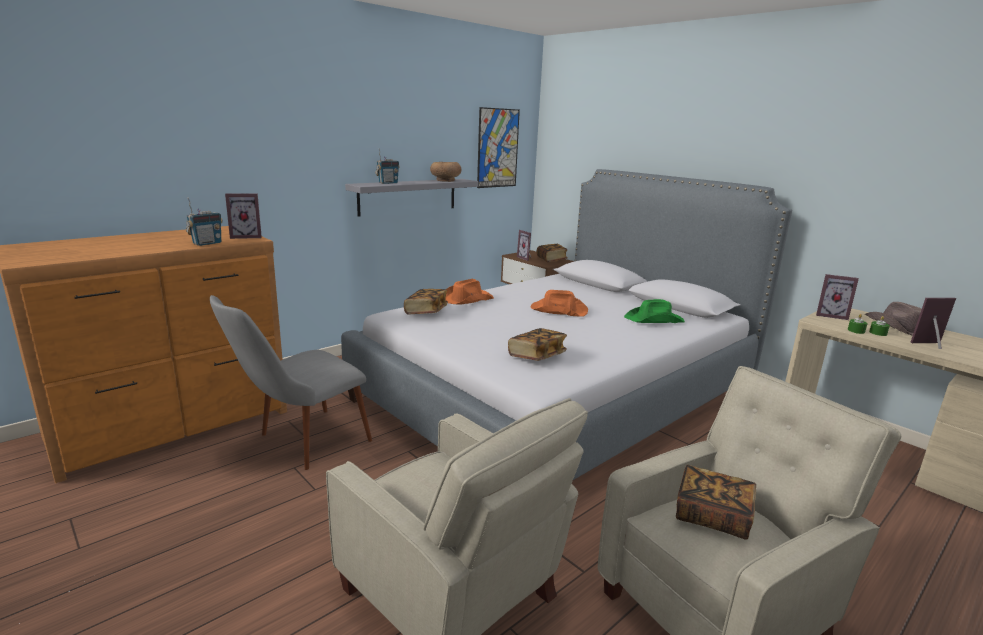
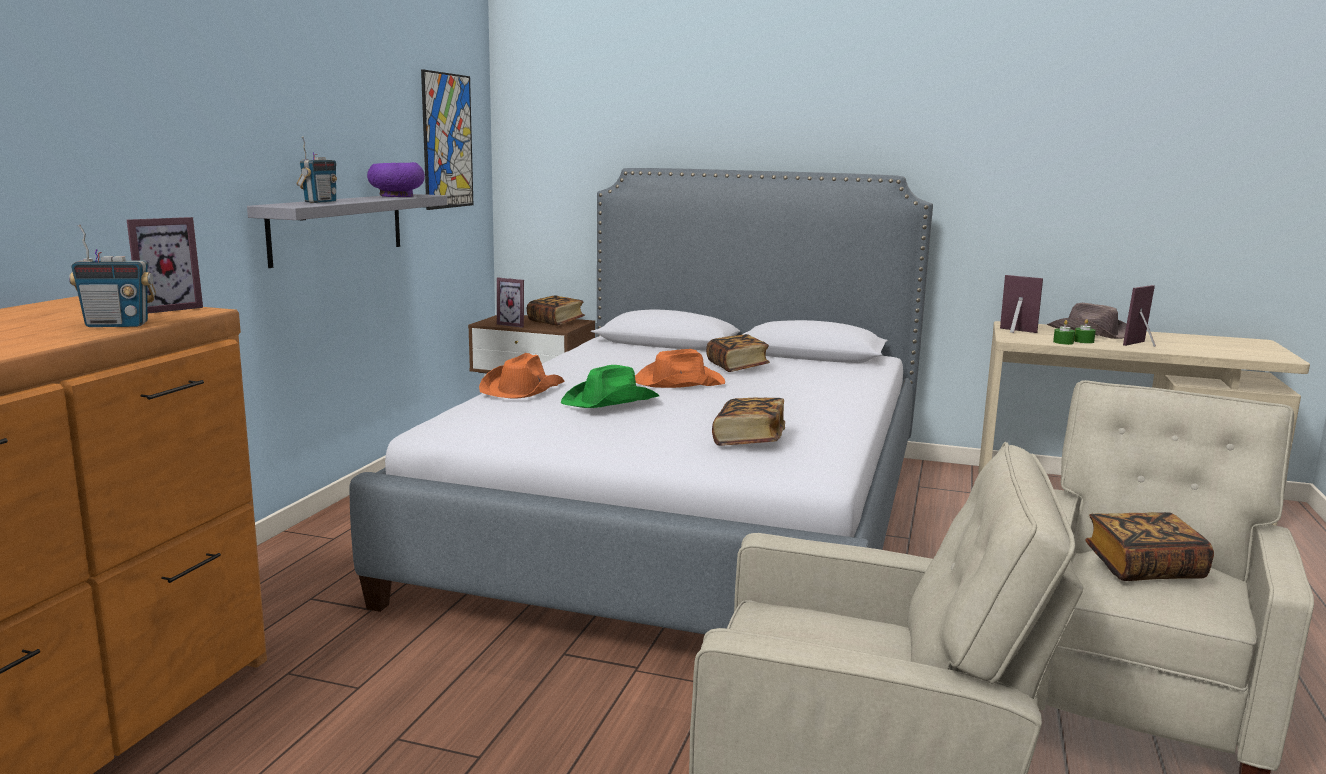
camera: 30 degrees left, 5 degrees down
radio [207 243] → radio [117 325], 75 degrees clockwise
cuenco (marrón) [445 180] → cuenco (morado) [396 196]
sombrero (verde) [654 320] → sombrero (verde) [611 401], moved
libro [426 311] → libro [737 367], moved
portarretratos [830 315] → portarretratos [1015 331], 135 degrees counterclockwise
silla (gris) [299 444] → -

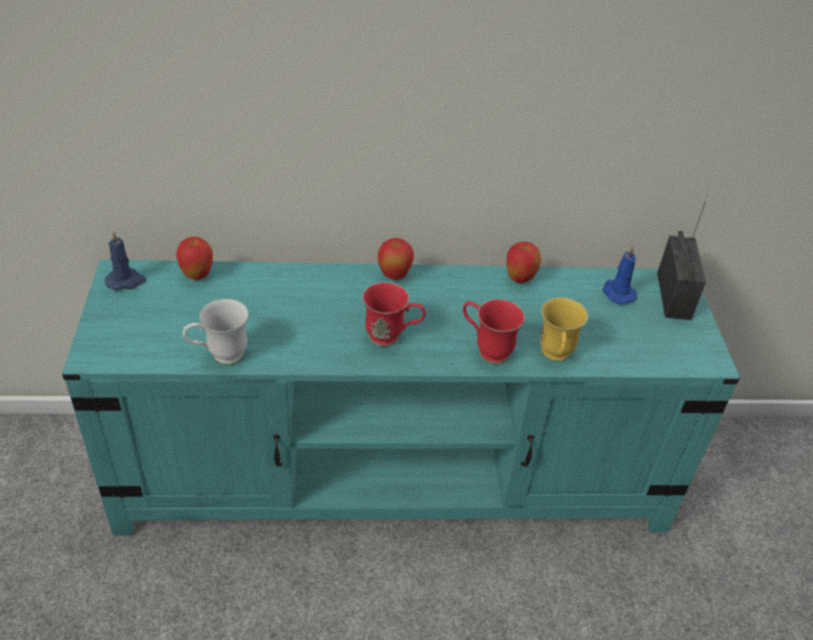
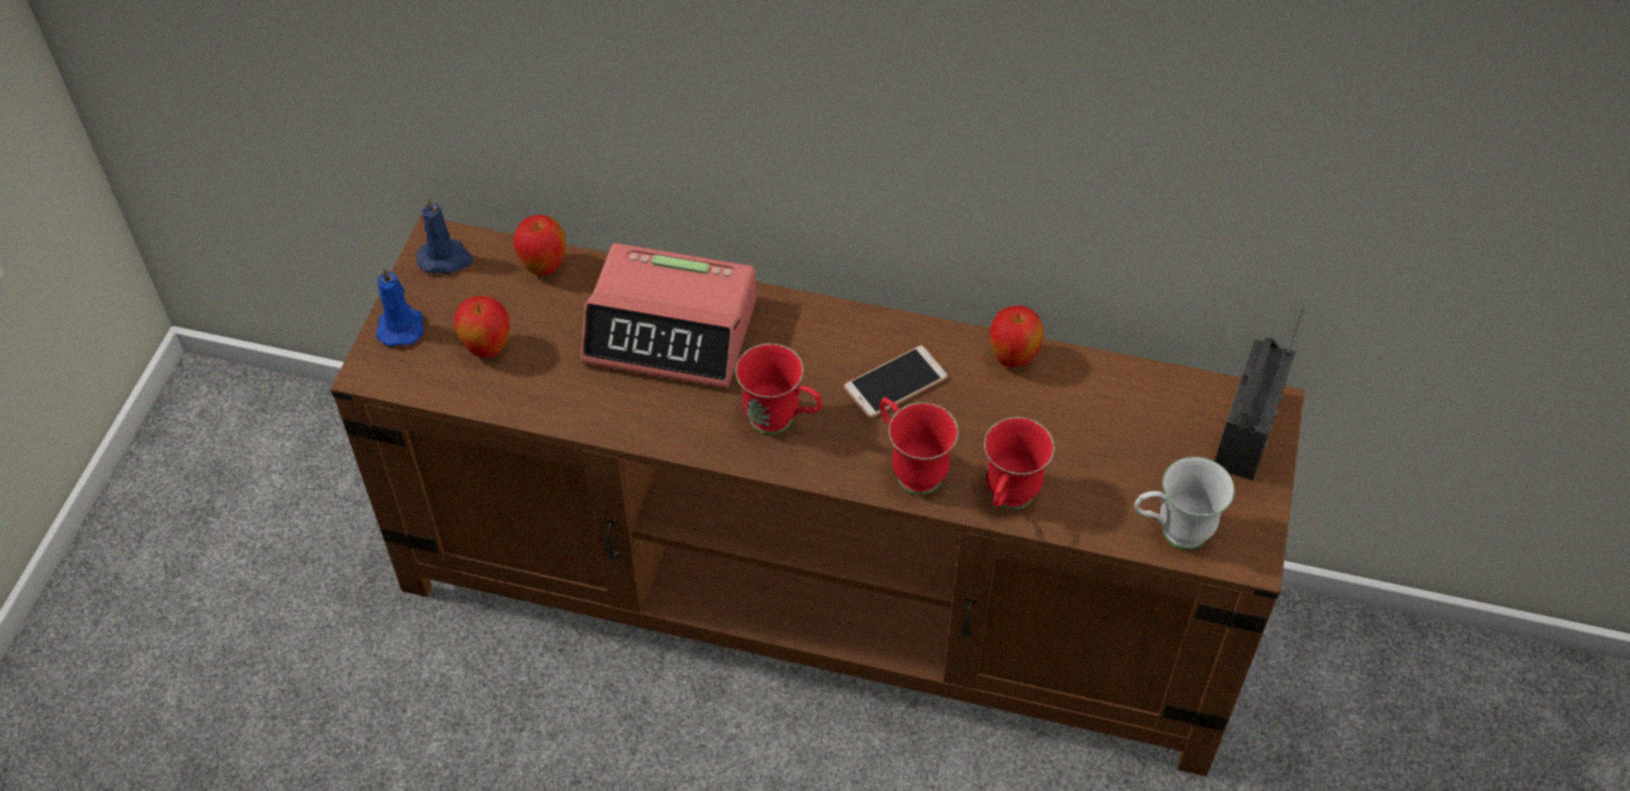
camera: 20 degrees right, 10 degrees up
mueble de televisión (turquesa) [396 476] → mueble de televisión (marrón) [820 593]
vela (azul) [617 293] → vela (azul) [401 326], moved
manzana [394 276] → manzana [487 348], moved
- → despertador [672 331]
- → móvil [895 383]
taza grande (amarillo) [555 357] → taza grande (rojo) [1007 501]
taza grande (blanco) [219 357] → taza grande (blanco) [1172 533], moved

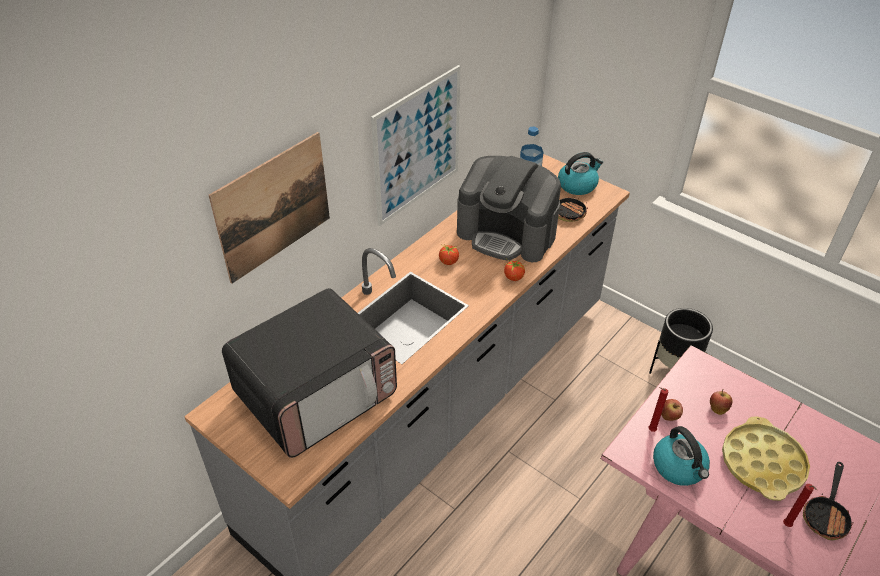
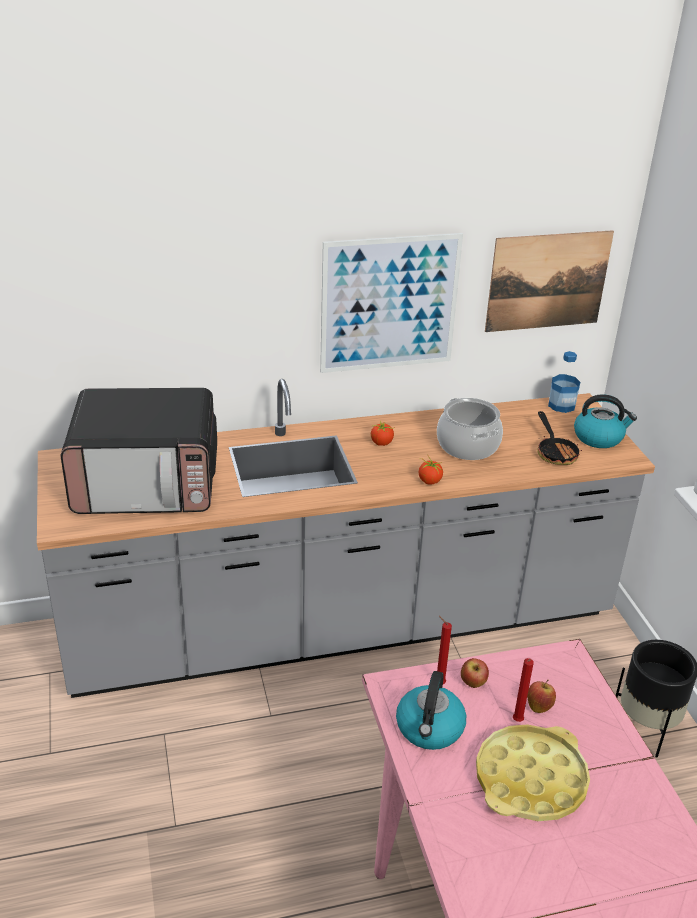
camera: 35 degrees right, 10 degrees down
cafetera [507 234] → olla [468 446]
cuadro [274 207] → cuadro [547 281], moved
vela (rojo) [787 526] → vela (rojo) [517 722], moved
sartén [826 515] → -

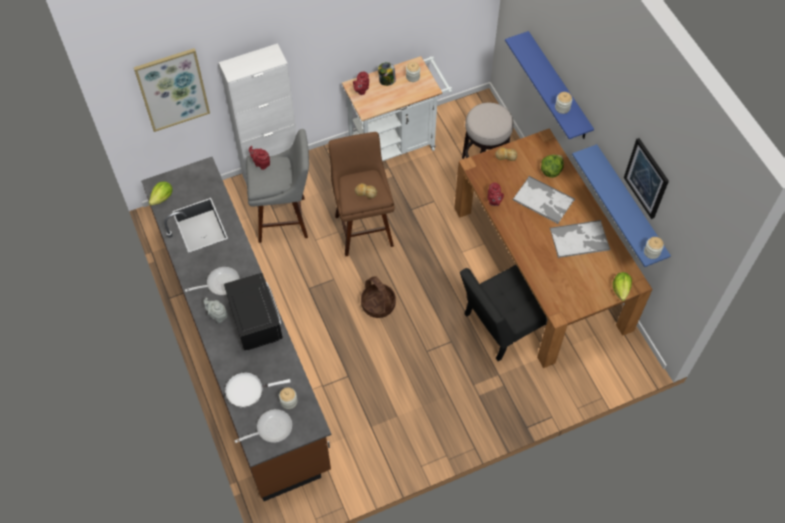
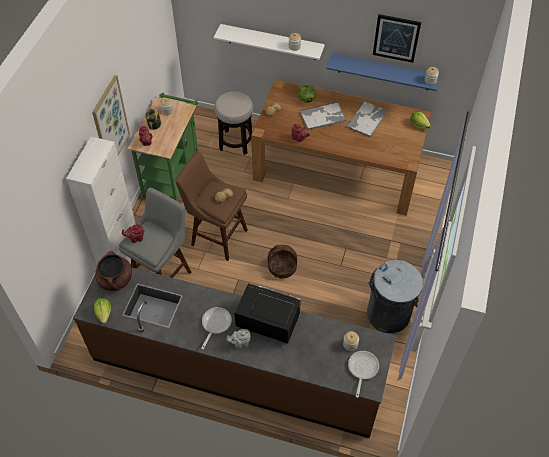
camera: 50 degrees left, 5 degrees down
cuadro [172 89] → cuadro [110 123], moved
- → olla (marrón) [116 280]
carrito (blanco) [397 143] → carrito (verde) [173 175]
estante (azul) [558 87] → estante (blanco) [272 42]
- → papelera (gris) [388 315]
sartén (blanco) [247 390] → -
silla (negro) [502 325] → -

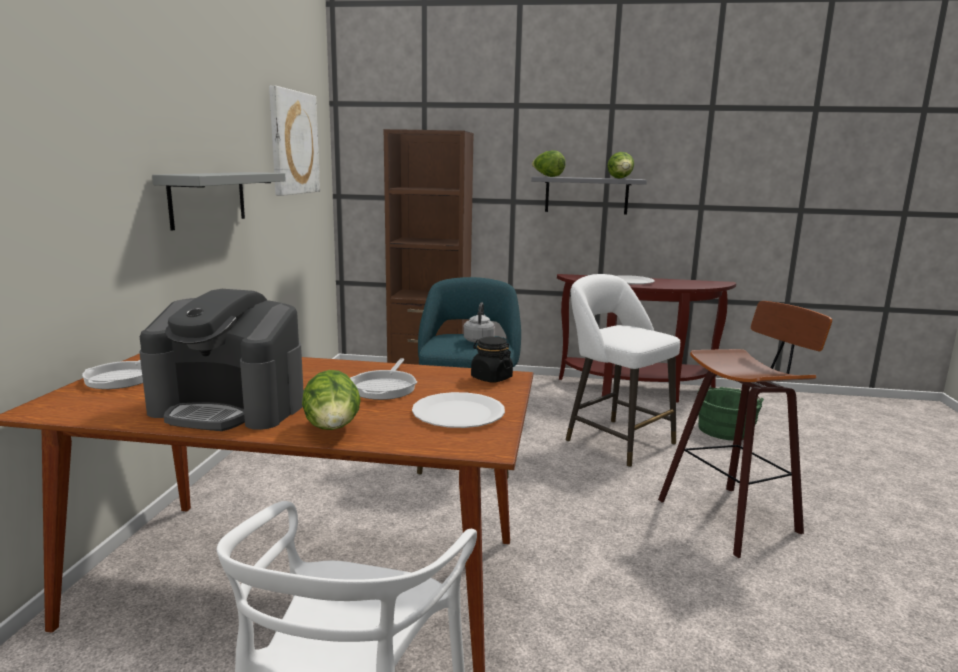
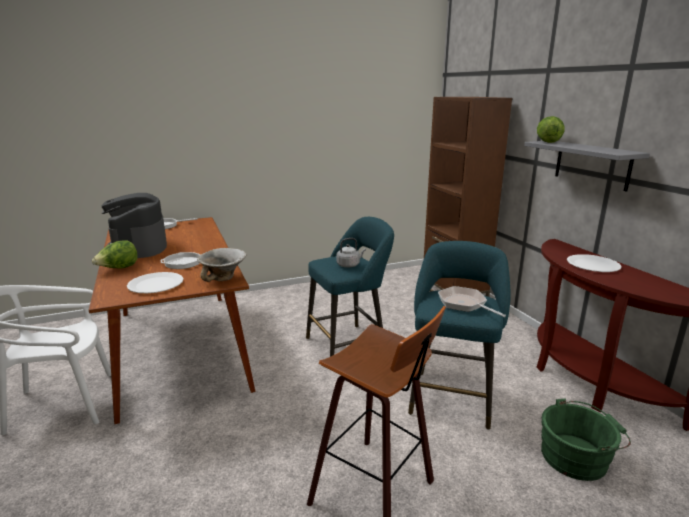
camera: 60 degrees right, 5 degrees up
tarro (negro) [491 378] → cuenco [223 279]
taburete (blanco) [615 440] → taburete (turquesa) [452 395]
- → sartén [464 304]
estante (gris) [208 198] → -
cuadro [293 143] → -
lechuga [620 178] → -

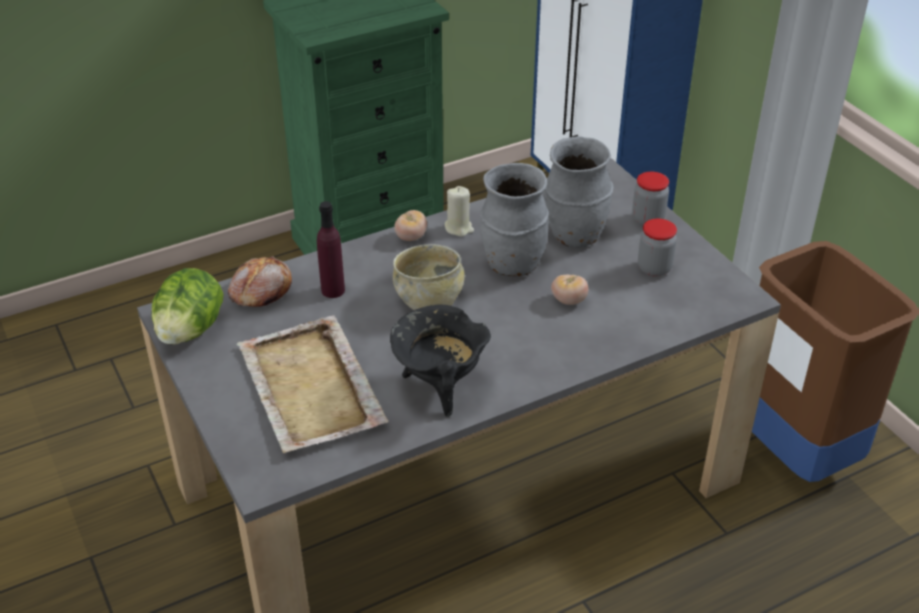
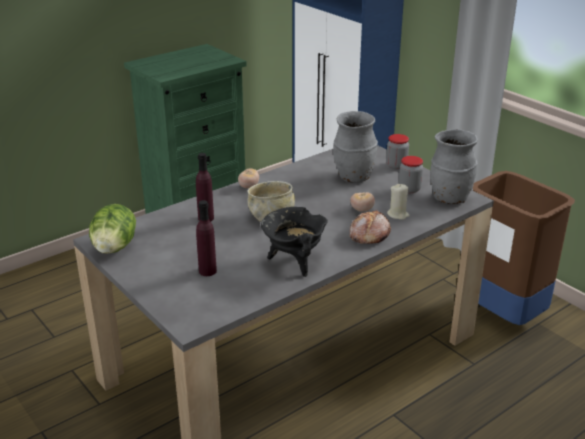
camera: 10 degrees left, 10 degrees down
bandeja (beis) [310 388] → botella (morado) [207 271]
pan [260 291] → pan [368 235], moved
vela (beis) [459 228] → vela (beis) [398 215], moved
florero (gris) [512 264] → florero (gris) [449 198], moved

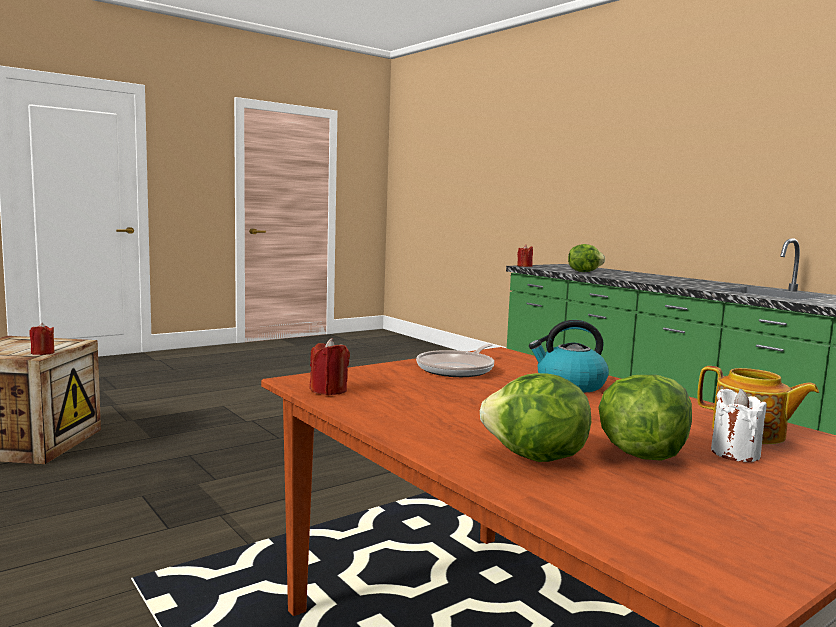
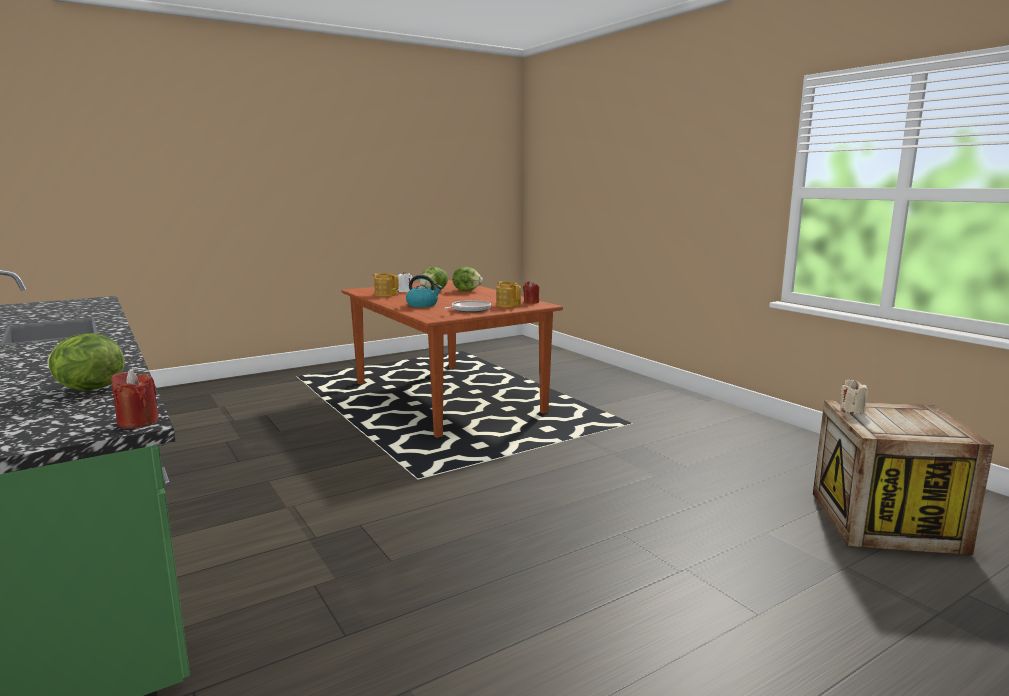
camera: 175 degrees left, 5 degrees up
- → tetera [508 305]
vela (rojo) [42 353] → vela (beis) [851 410]

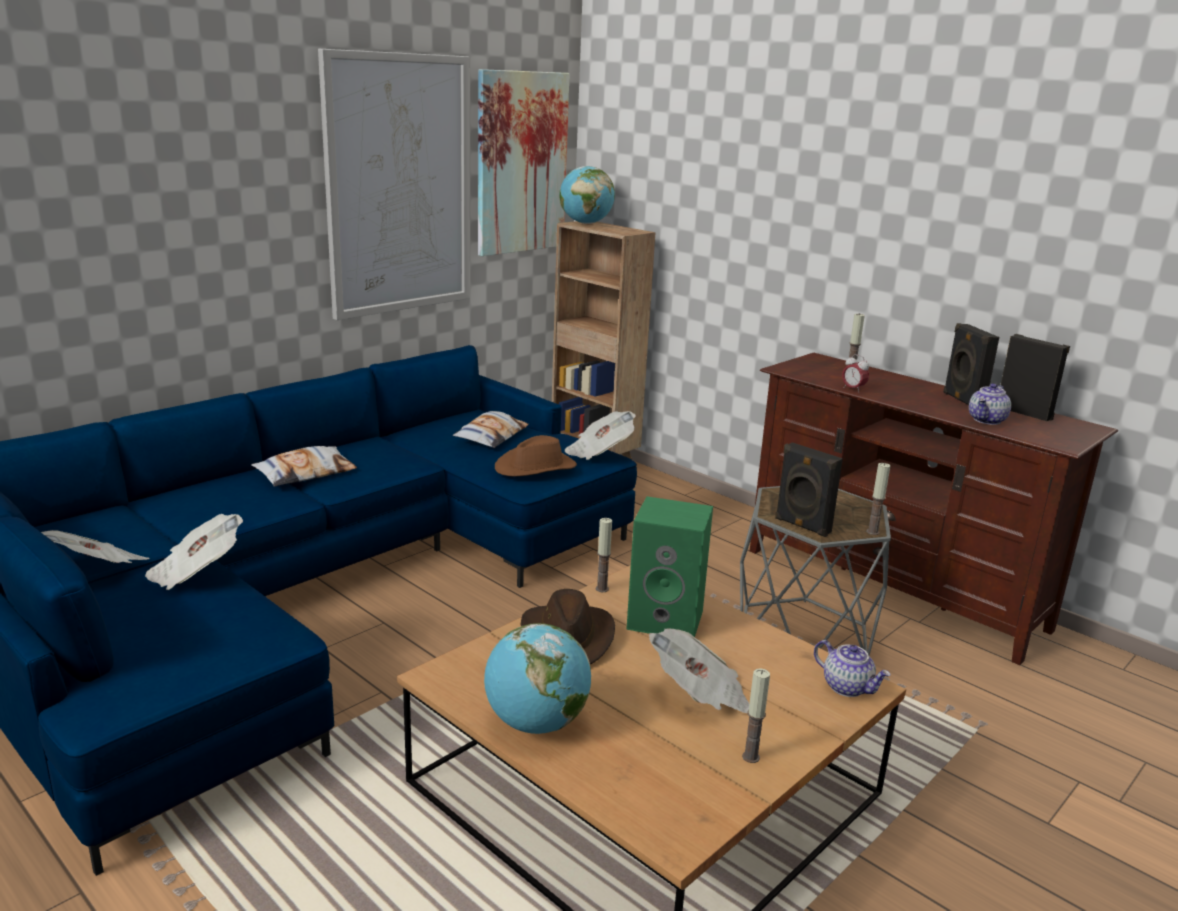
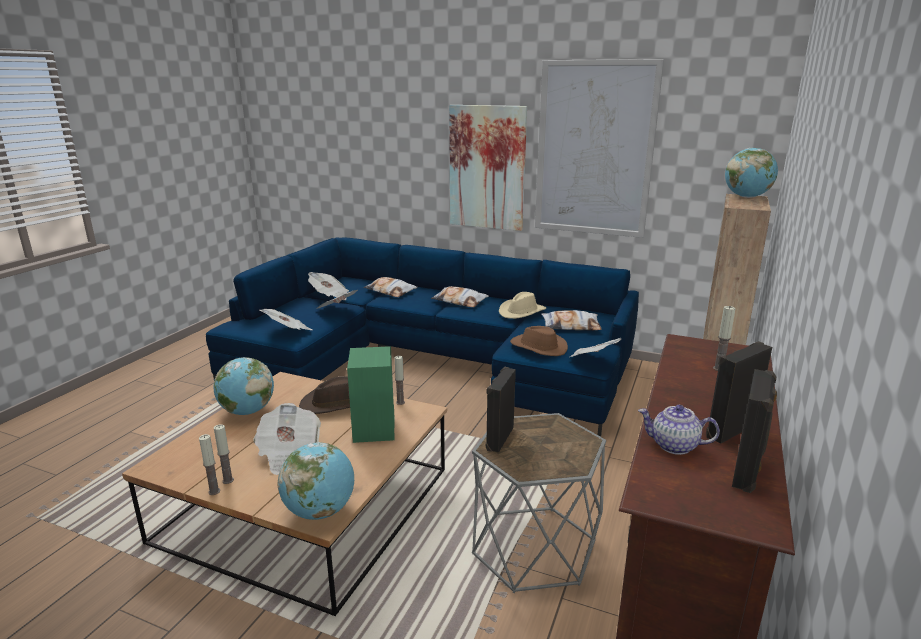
camera: 70 degrees right, 0 degrees up
vela [872 532] → vela [214 491], moved
- → periódico [288 331]
tetera [847 687] → globo terráqueo [320 511]
- → cojín [390 291]
cuadro [521 163] → cuadro [487 168], moved
- → sombrero (beis) [522 312]
despertador [853 389] → -

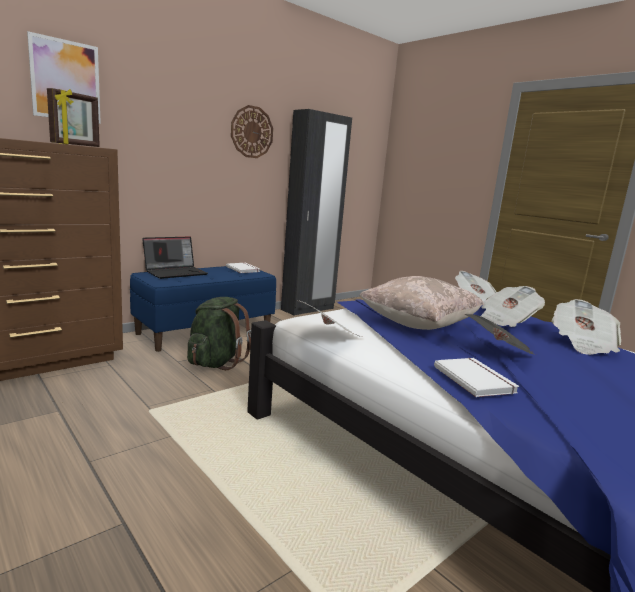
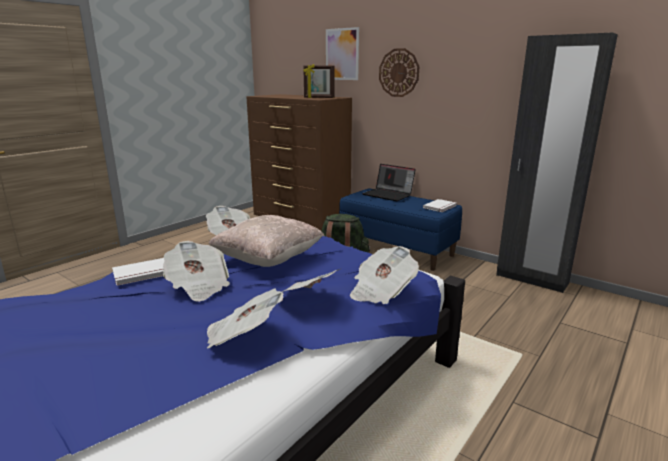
camera: 80 degrees right, 5 degrees up
reloj de pared [252 132] → reloj de pared [399 73], moved

